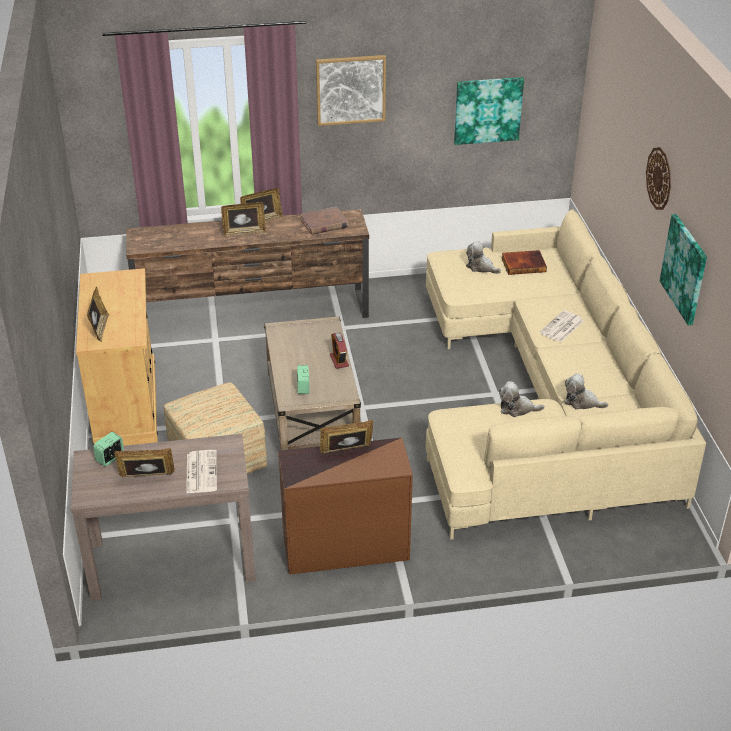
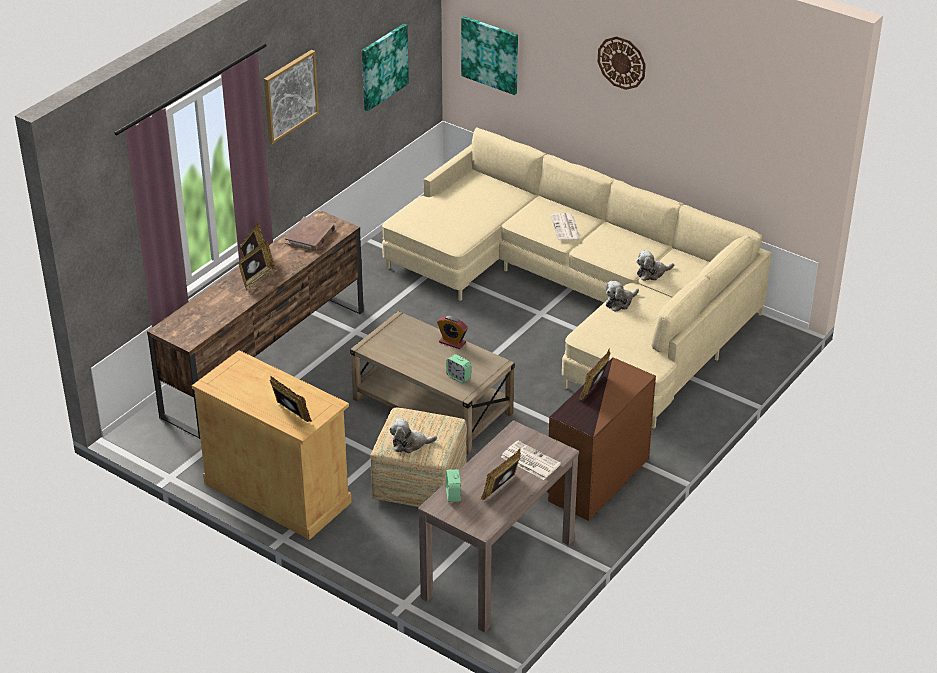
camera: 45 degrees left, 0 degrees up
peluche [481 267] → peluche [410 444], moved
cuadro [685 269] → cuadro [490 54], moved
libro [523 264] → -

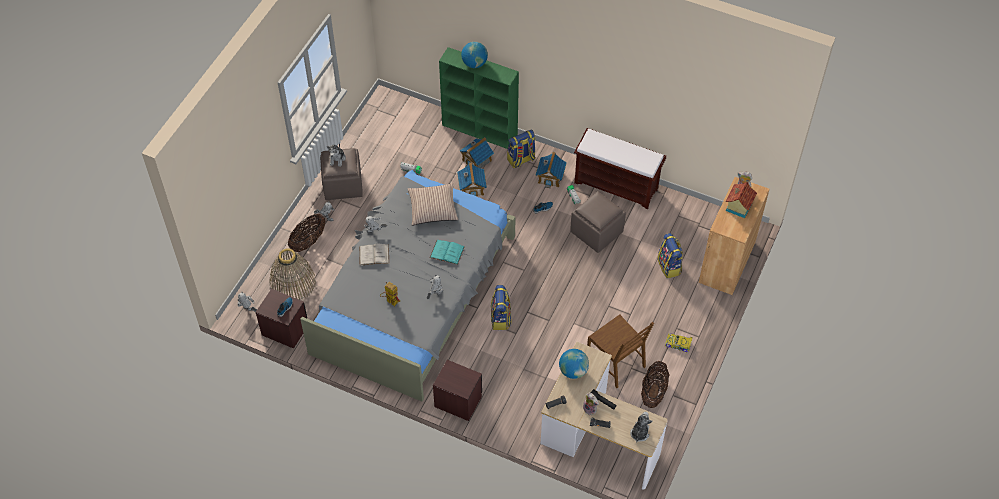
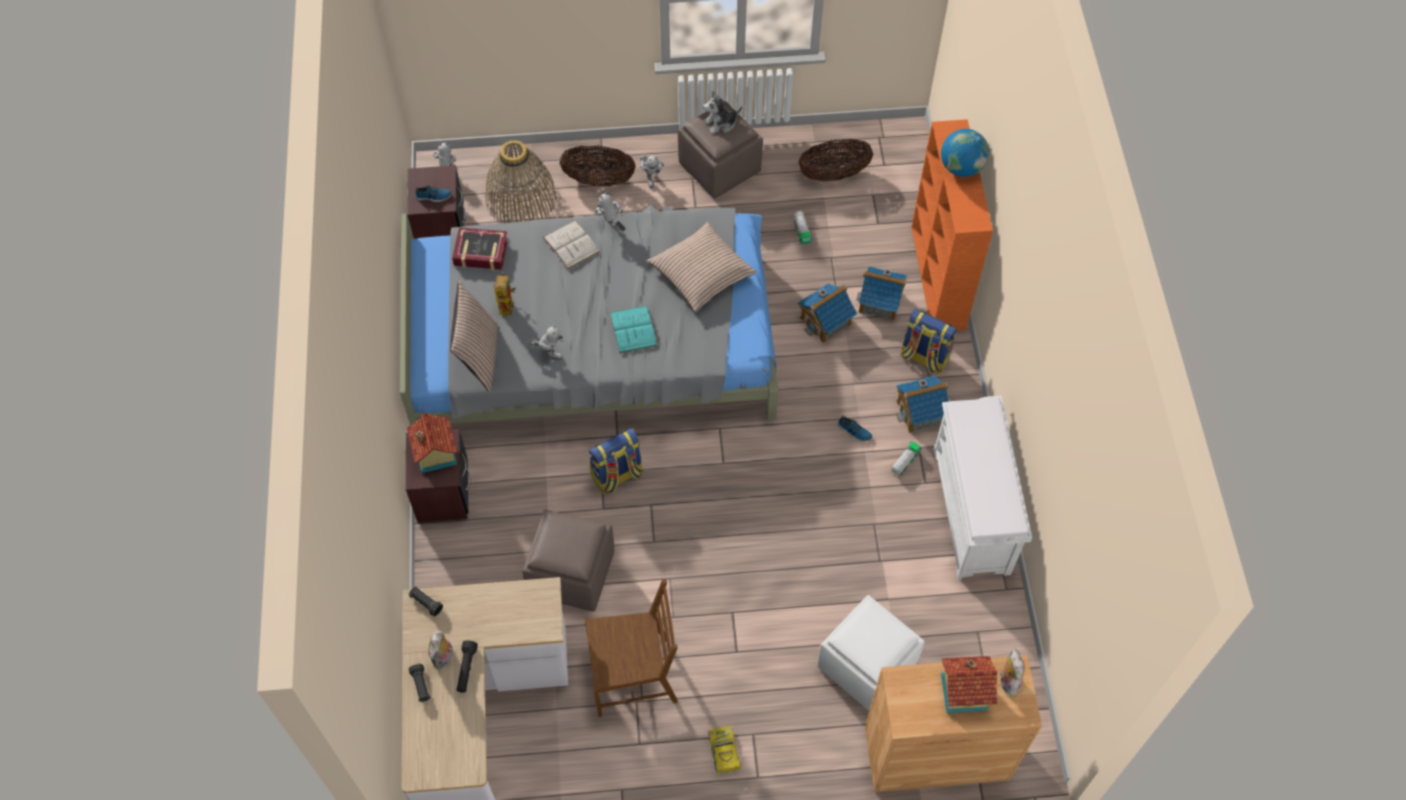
camera: 60 degrees right, 5 degrees up
- → casita [434 454]
- → cojín [479 356]
- → libro [481 252]
puf (marrón) [597 232] → puf (marrón) [572 574], moved
silla (marrón) [616 362] → silla (marrón) [634 675], 120 degrees counterclockwise
cesta [653 392] → cesta [834 174], moved
mochila [669 266] → puf (blanco) [867 666]
estantería (verde) [480 130] → estantería (naranja) [938 278]
banco (marrón) [617 185] → banco (blanco) [972 512]
globo terráqueo [573 371] → -
peluche [639 433] → -

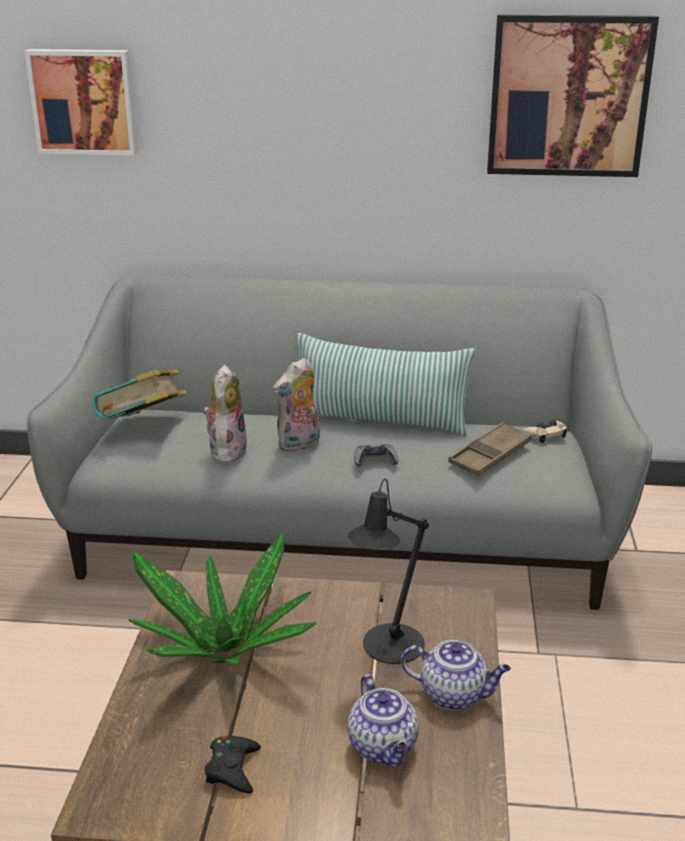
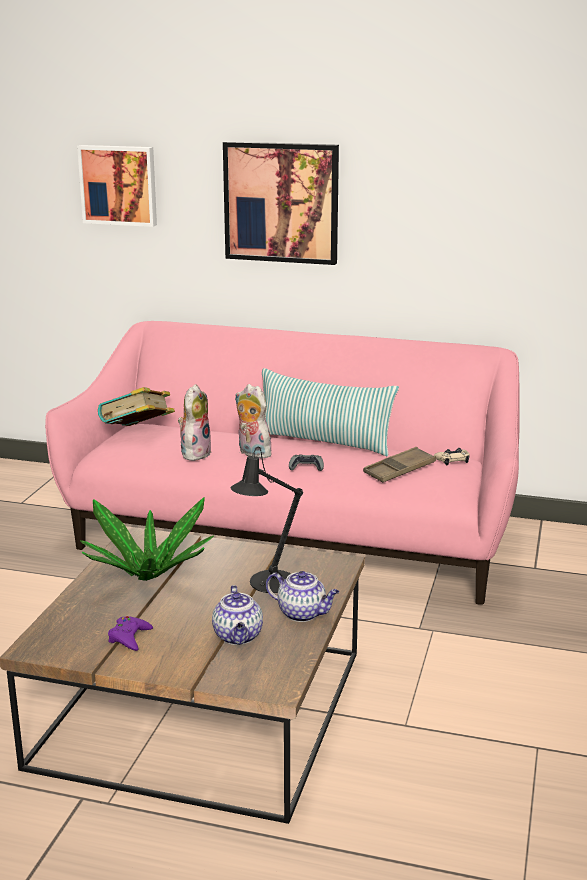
camera: 10 degrees right, 5 degrees down
sofá (gris) [342 534] → sofá (rosa) [293 537]
mando de consola (negro) [232 769] → mando de consola (morado) [129 637]
cuadro [568 96] → cuadro [281 202], moved
peluche [299 445] → peluche [252 453], 75 degrees clockwise

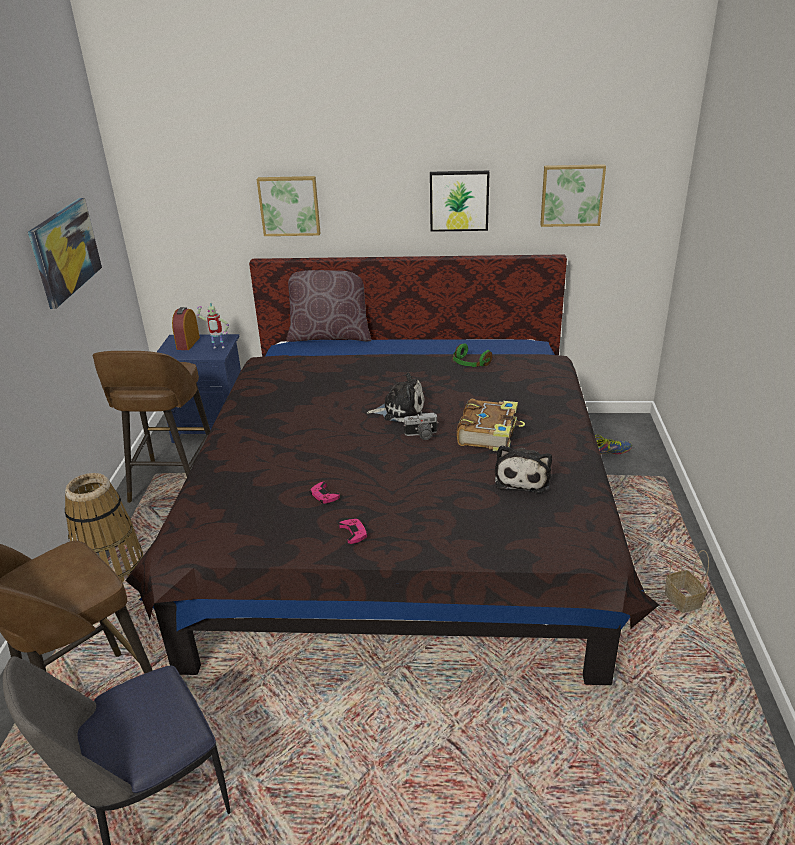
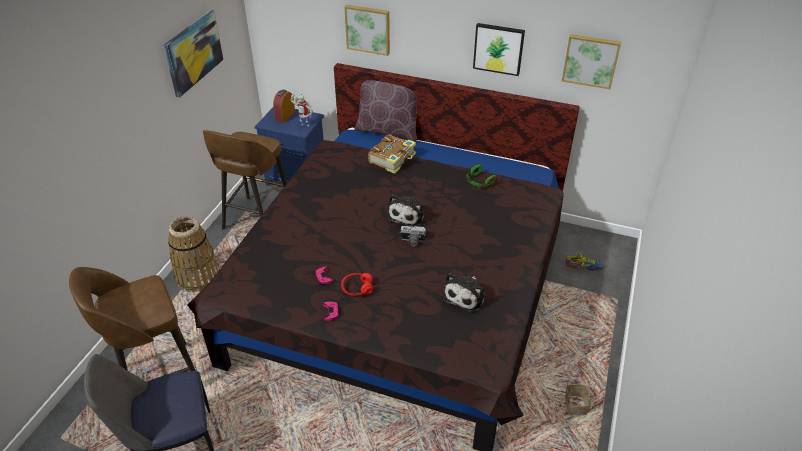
camera: 15 degrees right, 10 degrees up
- → auriculares (rojo) [357 288]
libro [489 433] → libro [393 159], moved
peluche [400 410] → peluche [407 215], 90 degrees clockwise

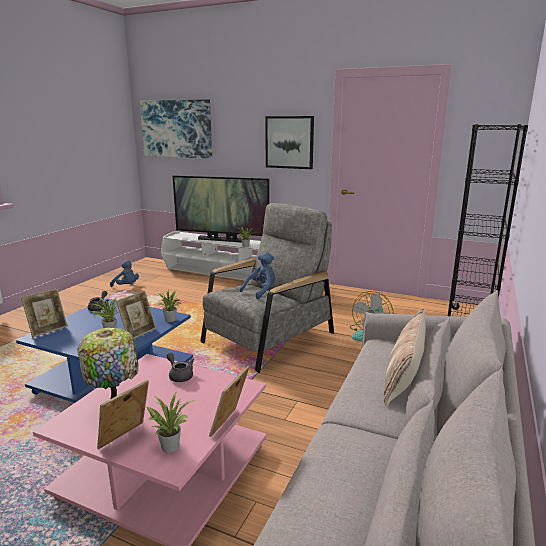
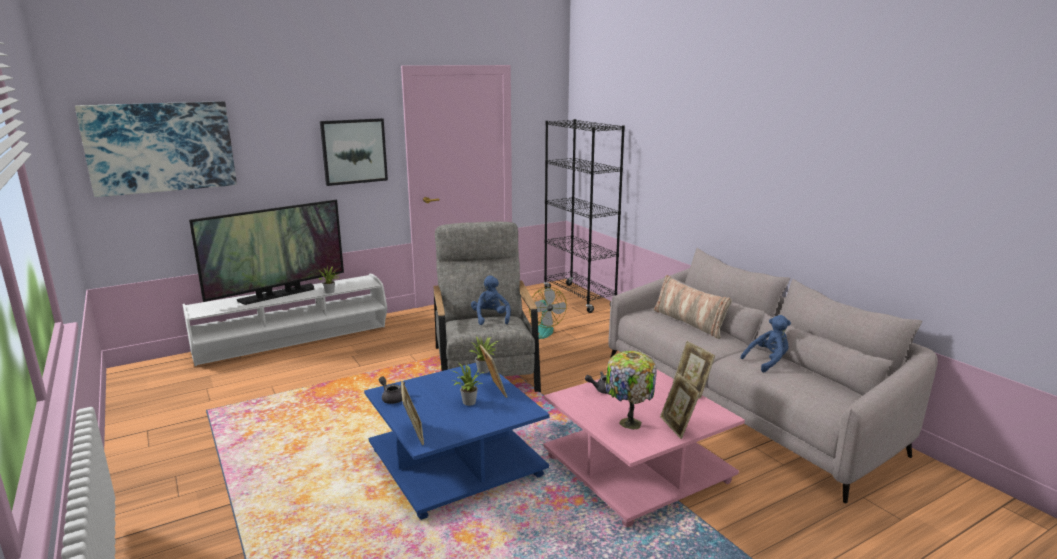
camera: 55 degrees left, 0 degrees up
peluche (azul) [126 286] → peluche (azul) [768 362], moved
planta en maceta [169 445] → -

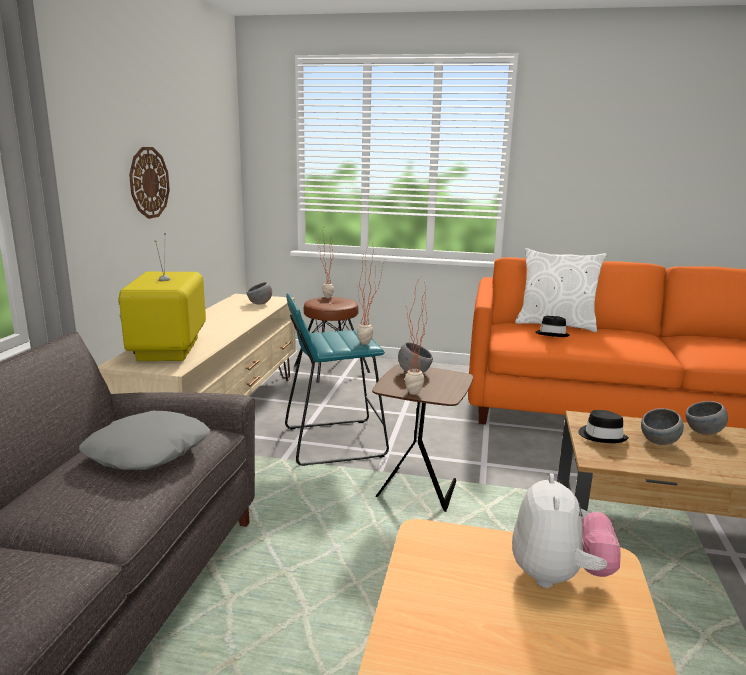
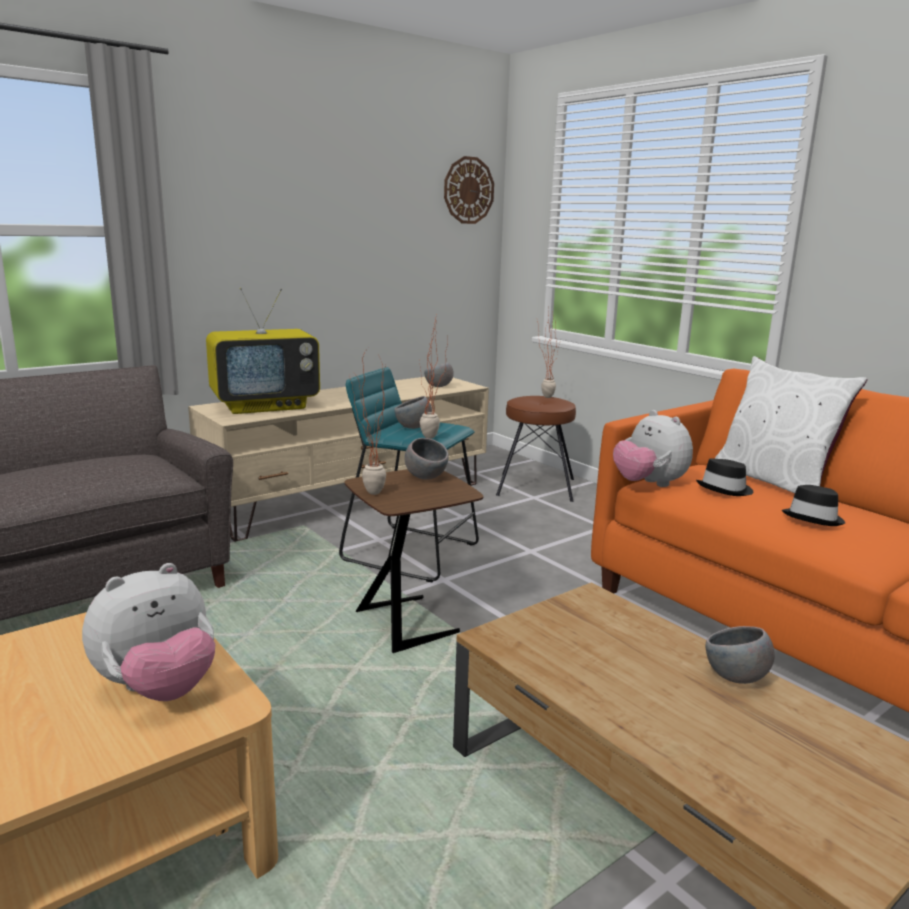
camera: 40 degrees right, 0 degrees up
televisor [169 350] → televisor [266 406], 150 degrees counterclockwise
cuenco (gris) [659 442] → cuenco (gris) [413 428], moved
reloj de pared [149 182] → reloj de pared [468 190], moved
- → peluche [649 484]
sombrero (negro) [602 436] → sombrero (negro) [814 518], moved
cojín (gris) [147 451] → -

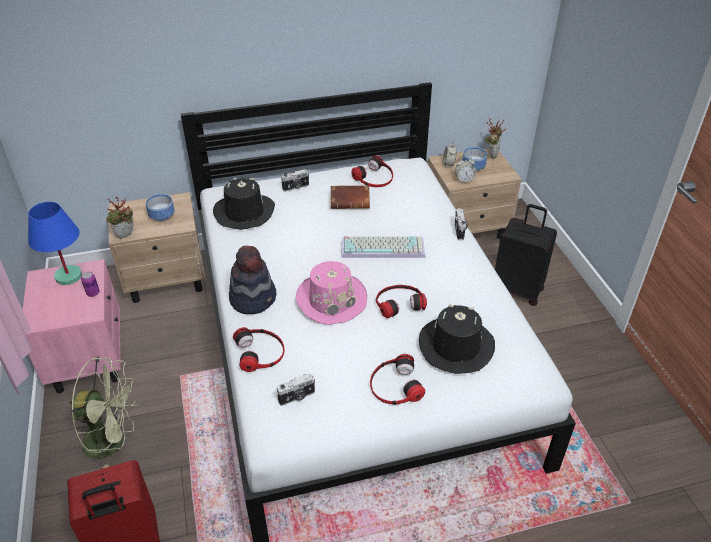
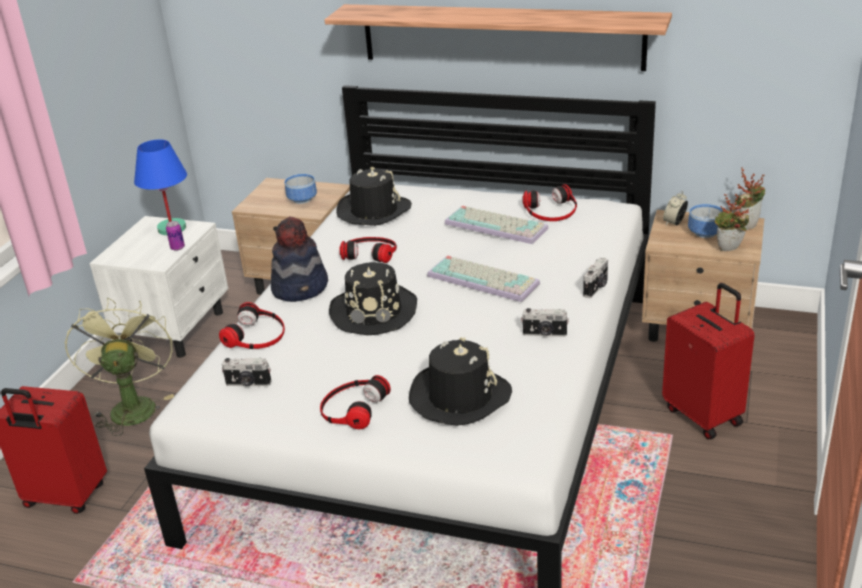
camera: 35 degrees right, 10 degrees down
ventilador (verde) [113 441] → ventilador (verde) [132 406], 135 degrees counterclockwise
mesita de noche (rosa) [89 358] → mesita de noche (blanco) [176 329]
- → estante [500 36]
sombrero (rosa) [331 299] → sombrero (negro) [374 311]
auriculares [399 302] → auriculares [370 252], moved
libro (marrón) [351 200] → teclado [498 225]
cámara [296 187] → cámara [544 334], moved
maleta (negro) [518 290] → maleta (rojo) [704 415]
planta en maceta [125 236] → planta en maceta [729 250], moved
despertador [464 180] → -

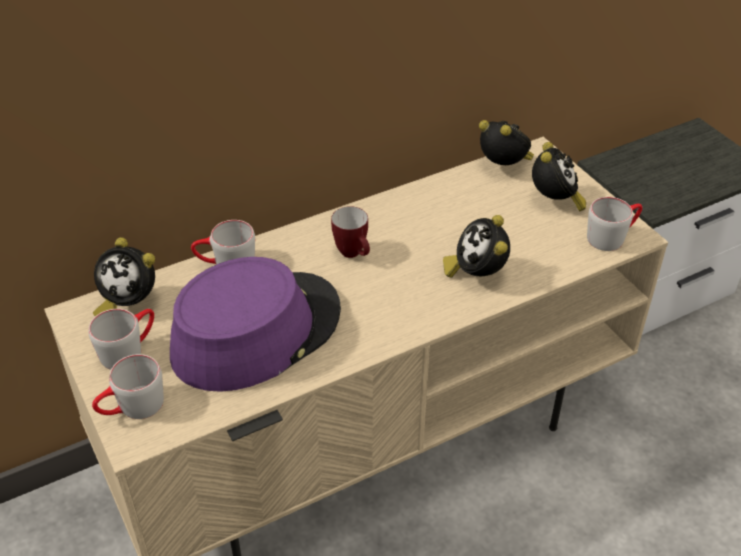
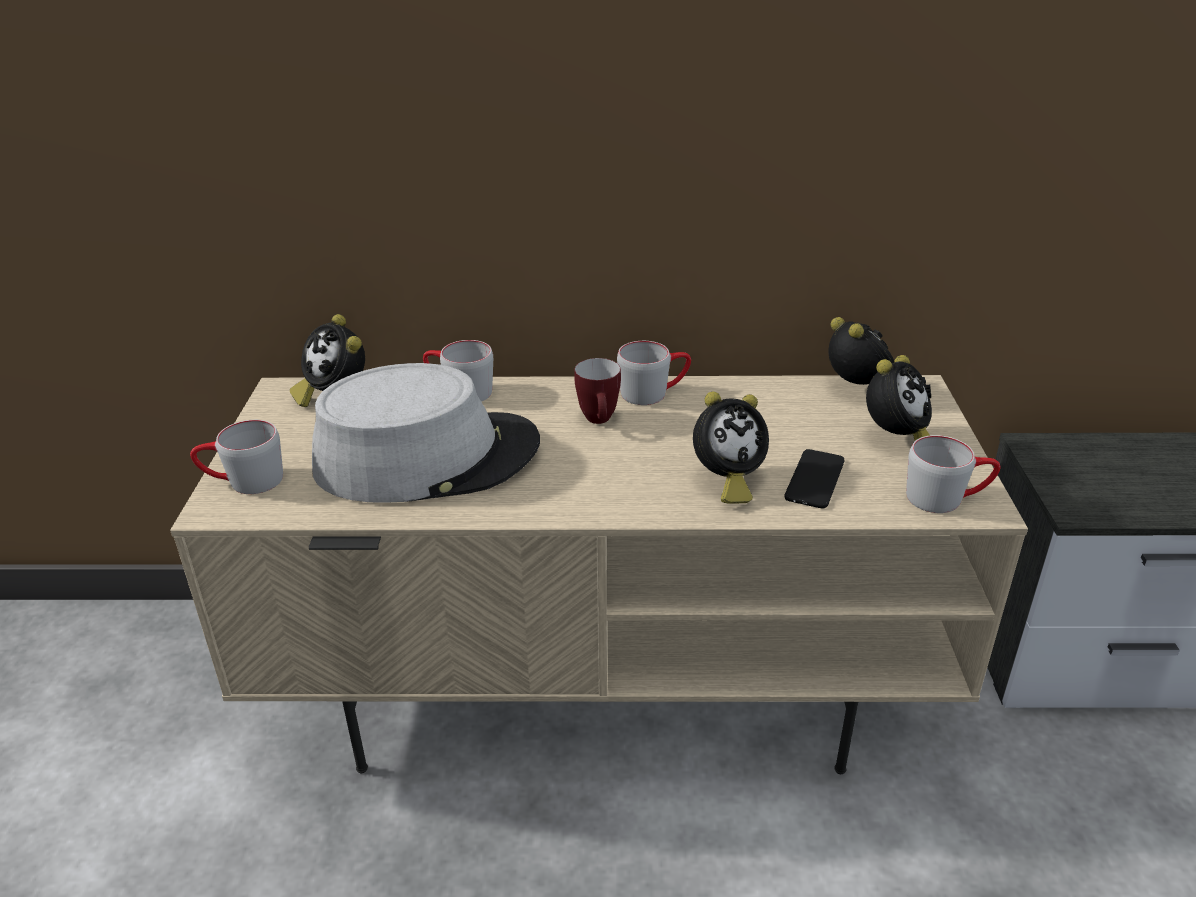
camera: 30 degrees right, 10 degrees down
sombrero (morado) [256 331] → sombrero (gris) [427 457]
taza grande (gris) [129 349] → taza grande (gris) [654 392], moved
despertador [476 274] → despertador [726 482], 135 degrees counterclockwise
- → móvil [814 479]

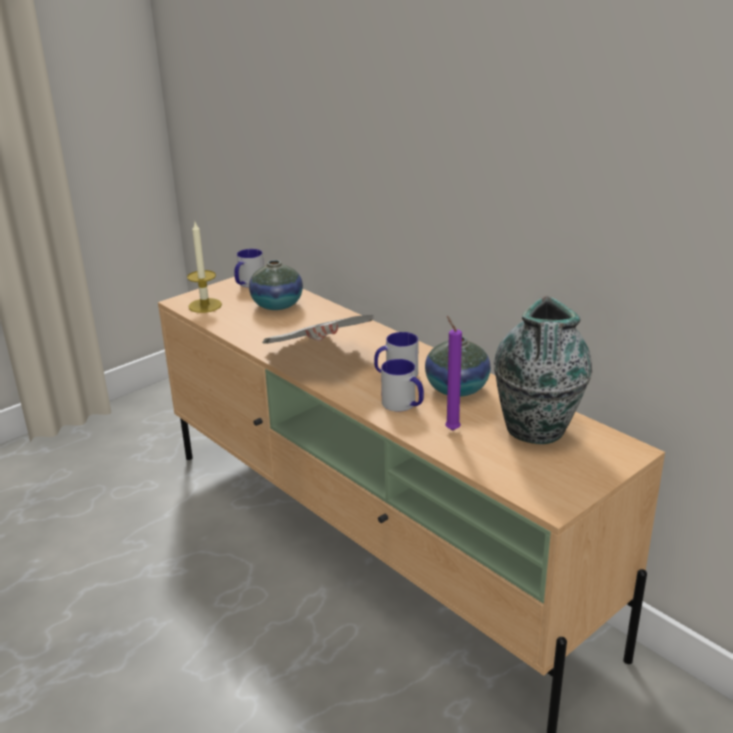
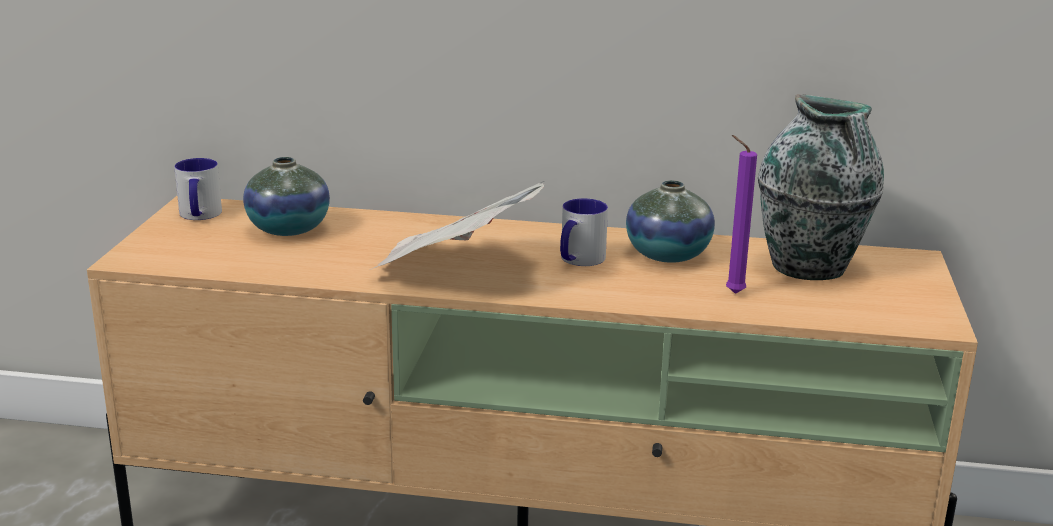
camera: 40 degrees left, 5 degrees down
vela [205 305] → -
taza grande [403 405] → -

